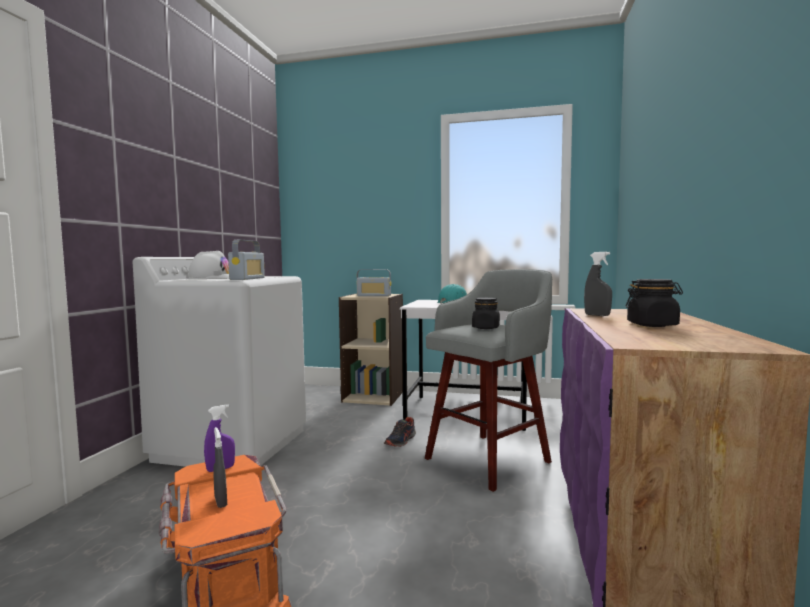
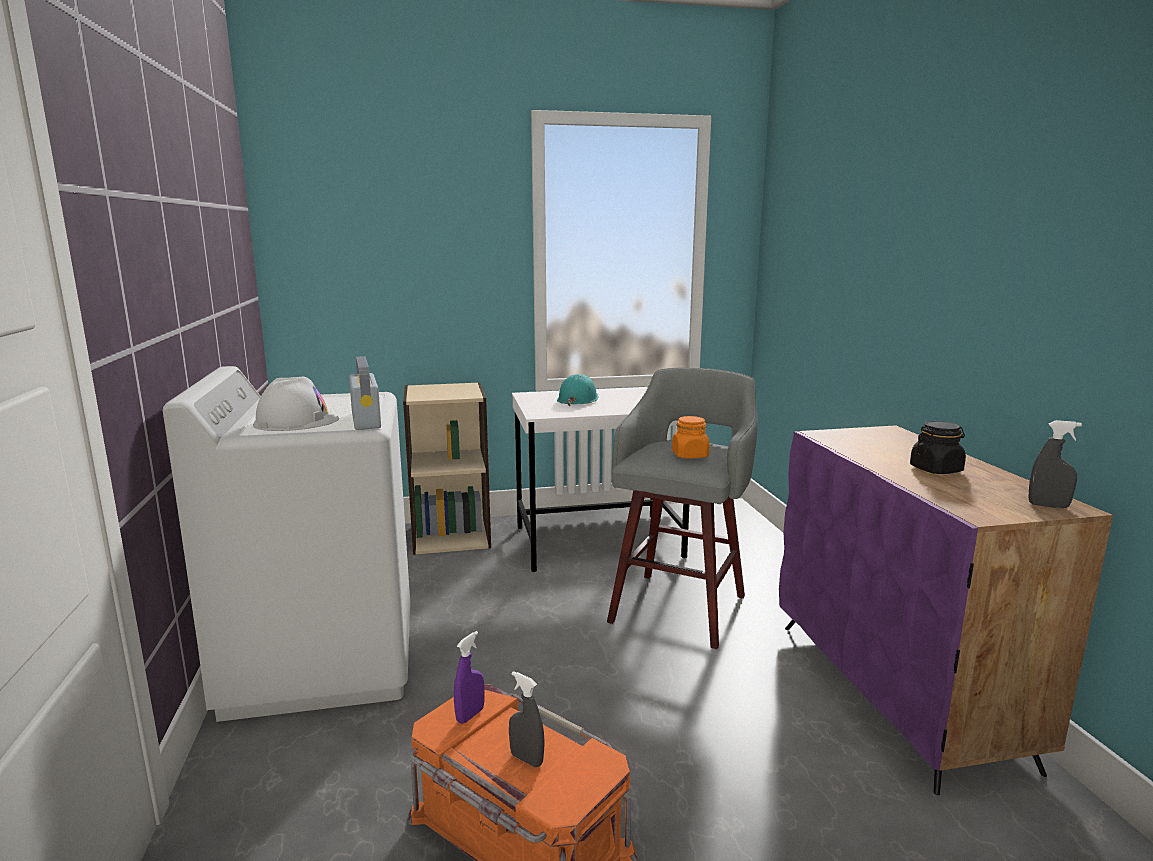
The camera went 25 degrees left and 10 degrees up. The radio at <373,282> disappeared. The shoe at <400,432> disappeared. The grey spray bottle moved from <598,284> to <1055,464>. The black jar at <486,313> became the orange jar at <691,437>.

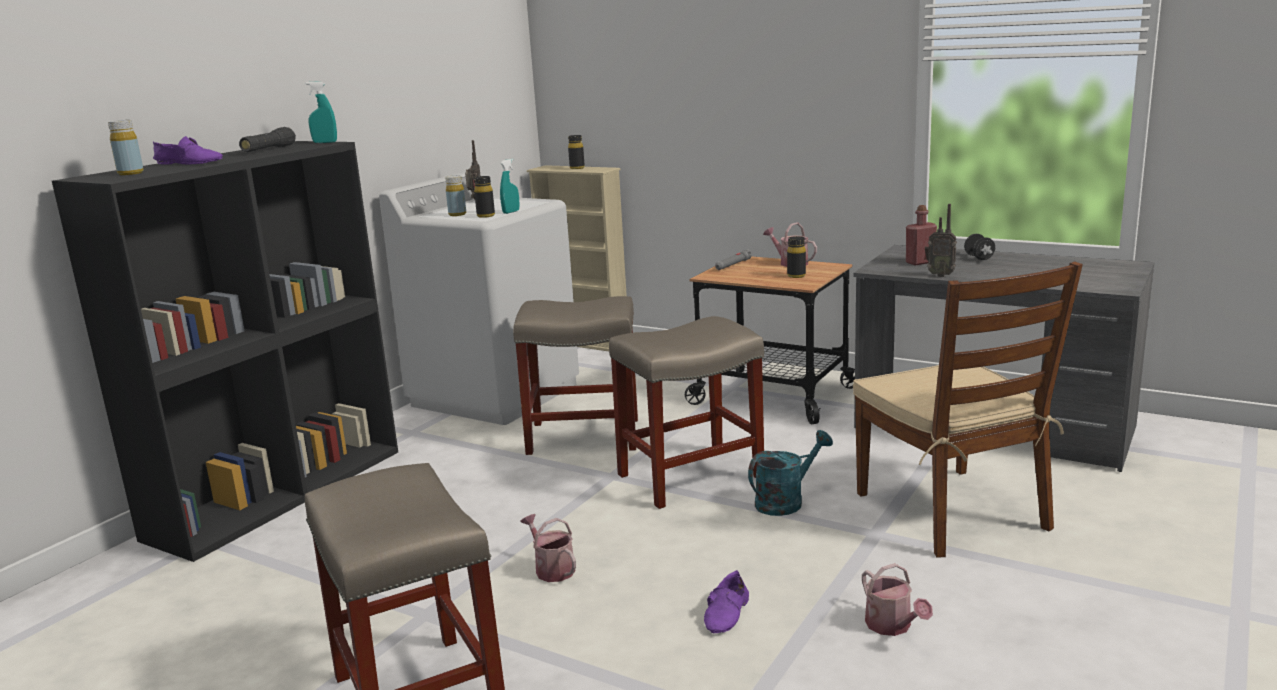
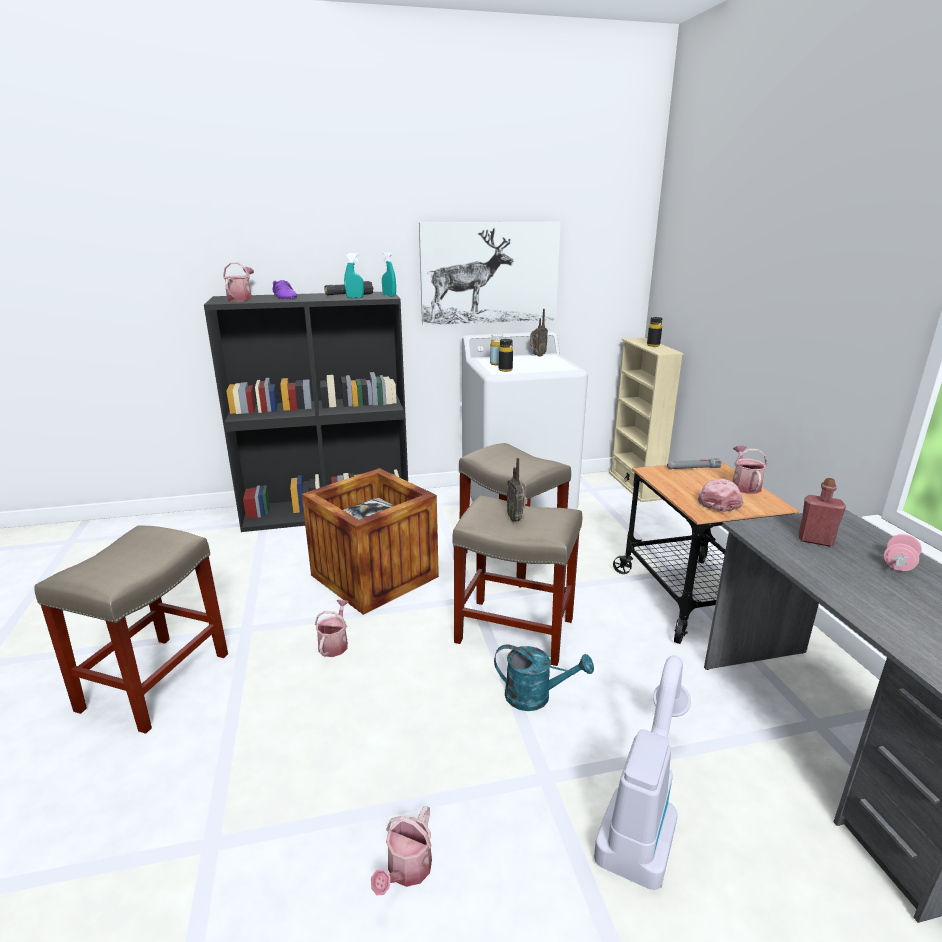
The camera went 45 degrees right and 5 degrees up. The purple shoe at <726,601> disappeared. The crate at <370,541> appeared. The picture at <490,273> appeared. The turquoise spray bottle moved from <510,186> to <354,275>. The radio moved from <940,240> to <517,490>. The yellow bottle at <126,147> was replaced by the watering can at <238,281>. The black bottle at <796,257> was replaced by the pink cap at <721,495>. The brown chair at <968,409> was replaced by the vacuum cleaner at <642,773>. The black dumbbell at <979,247> became the pink dumbbell at <903,552>.

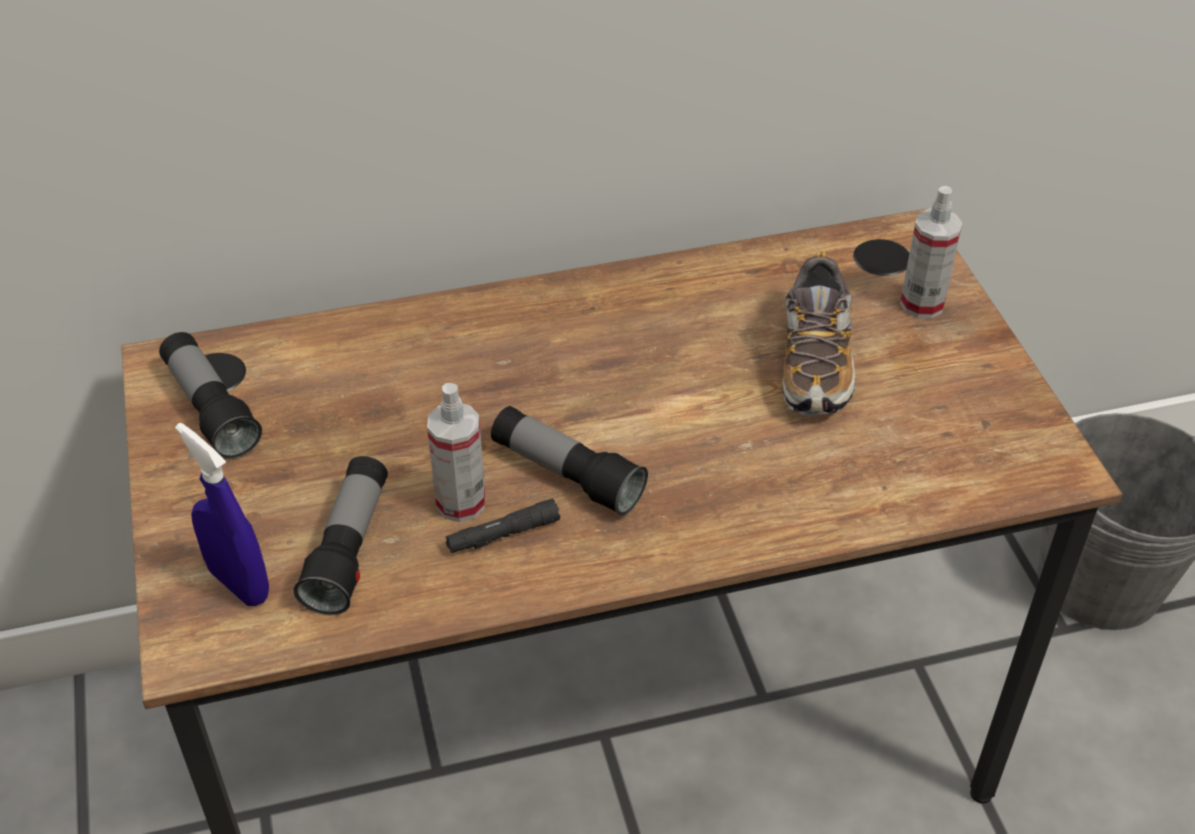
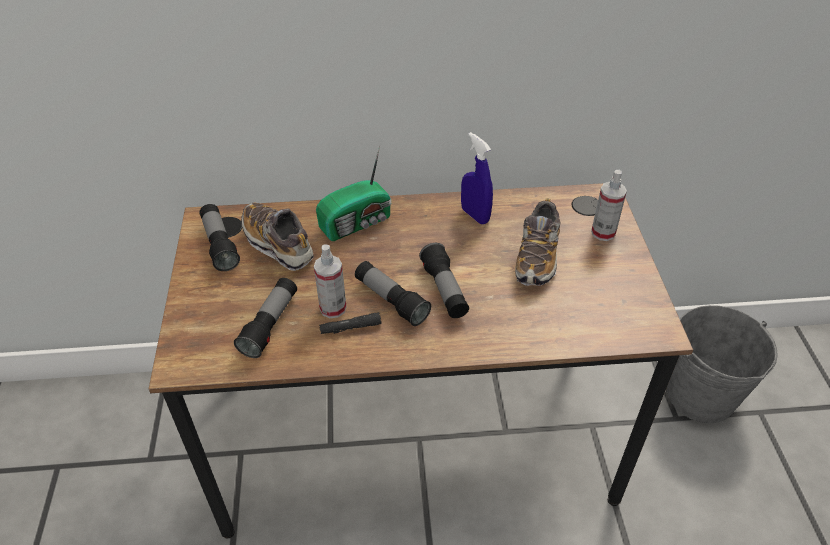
The camera went 10 degrees right and 0 degrees up. The shoe at <277,237> appeared. The radio at <354,193> appeared. The flashlight at <444,280> appeared. The blue spray bottle moved from <222,514> to <477,178>.

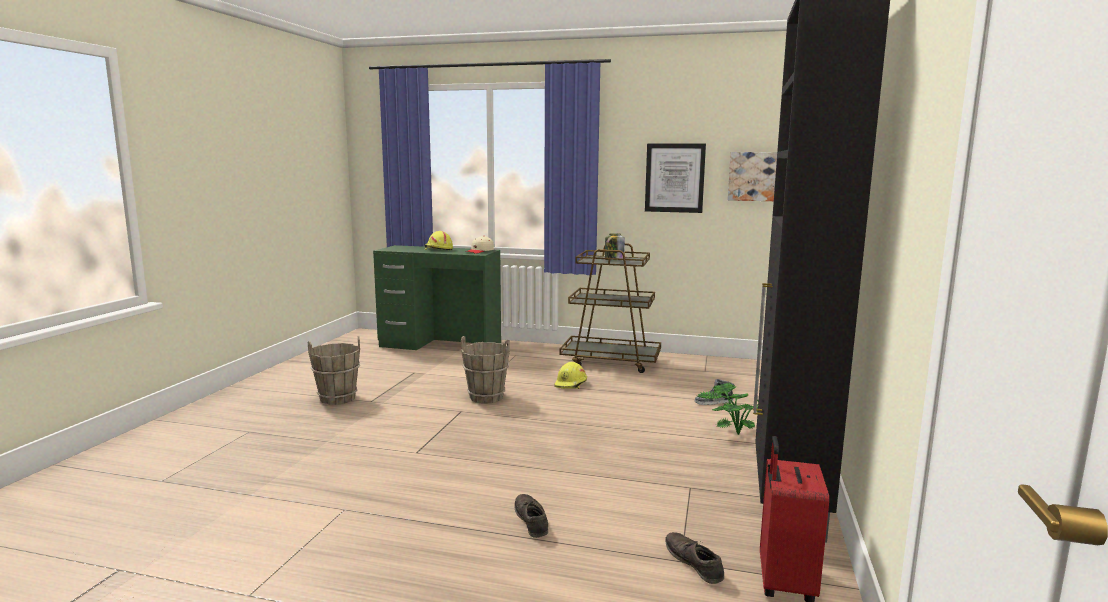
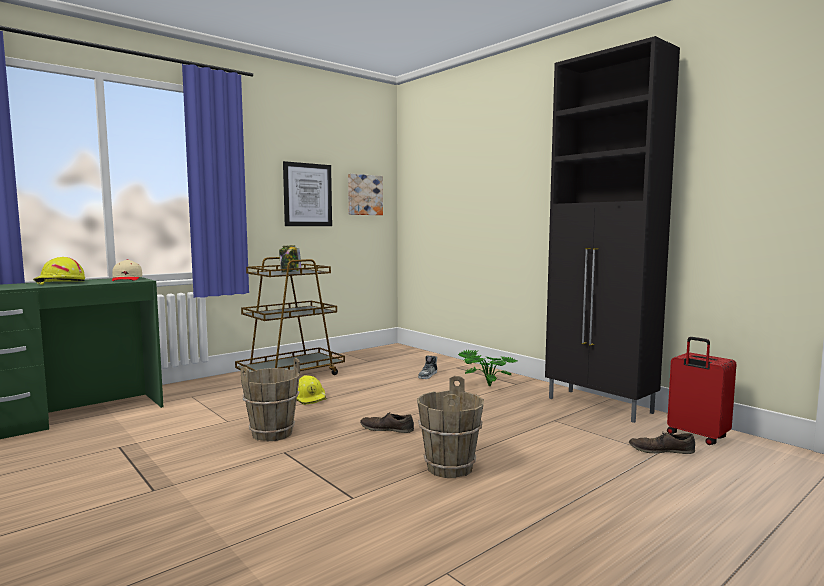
The camera went 55 degrees left and 5 degrees down. The brown bucket moved from <334,370> to <450,427>. The brown shoe moved from <531,516> to <387,423>.

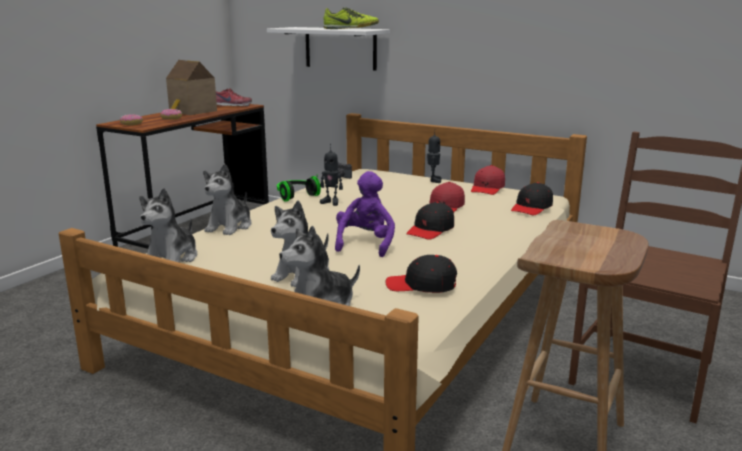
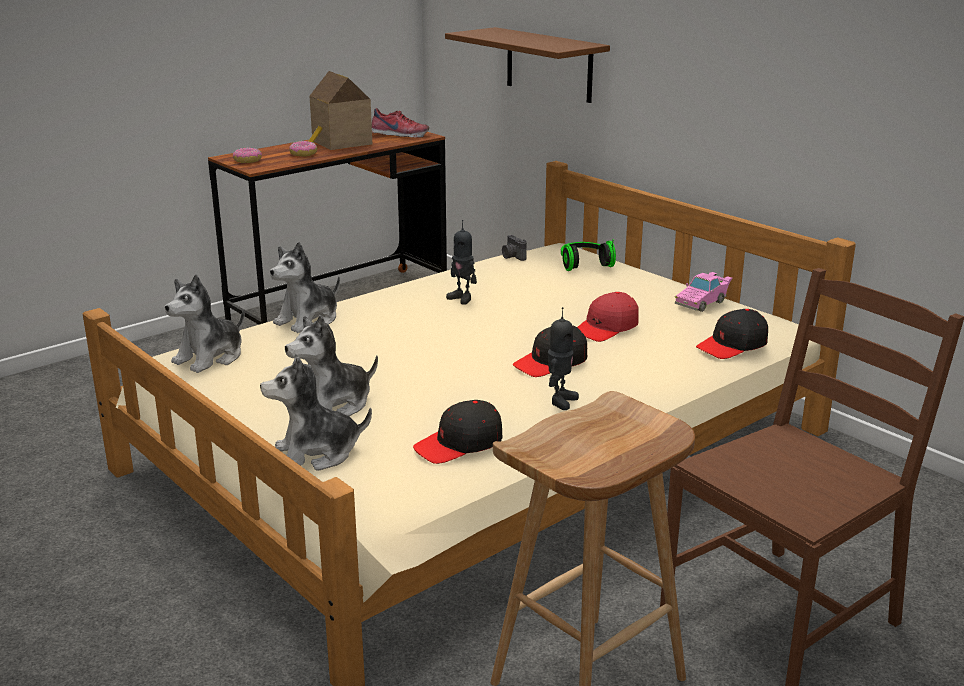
The camera went 20 degrees right and 5 degrees up. The shoe at <351,18> disappeared. The purple plush toy at <365,214> disappeared. The headphones moved from <299,189> to <588,255>. The toy robot moved from <434,156> to <563,358>. The red cap at <488,180> was replaced by the pink toy car at <703,292>. The white shelf at <328,49> became the brown shelf at <527,65>. The black cap at <421,274> turned 60 degrees counterclockwise.

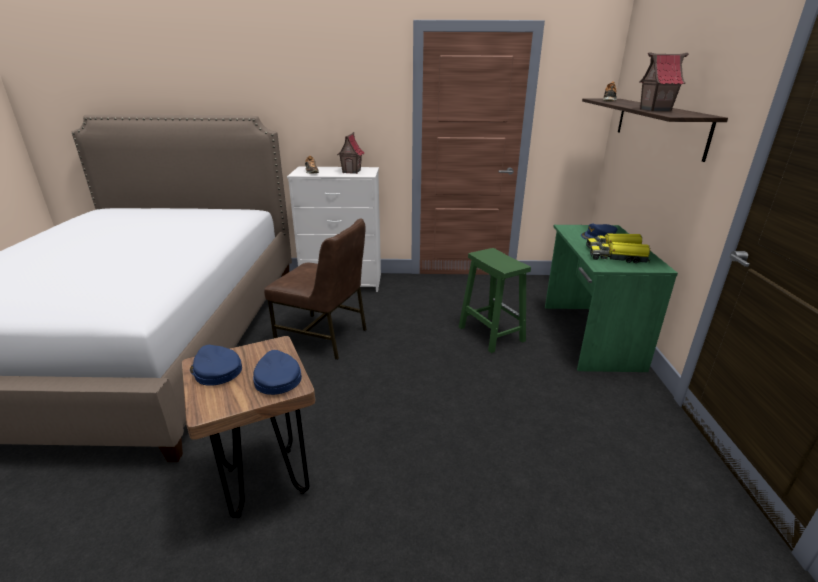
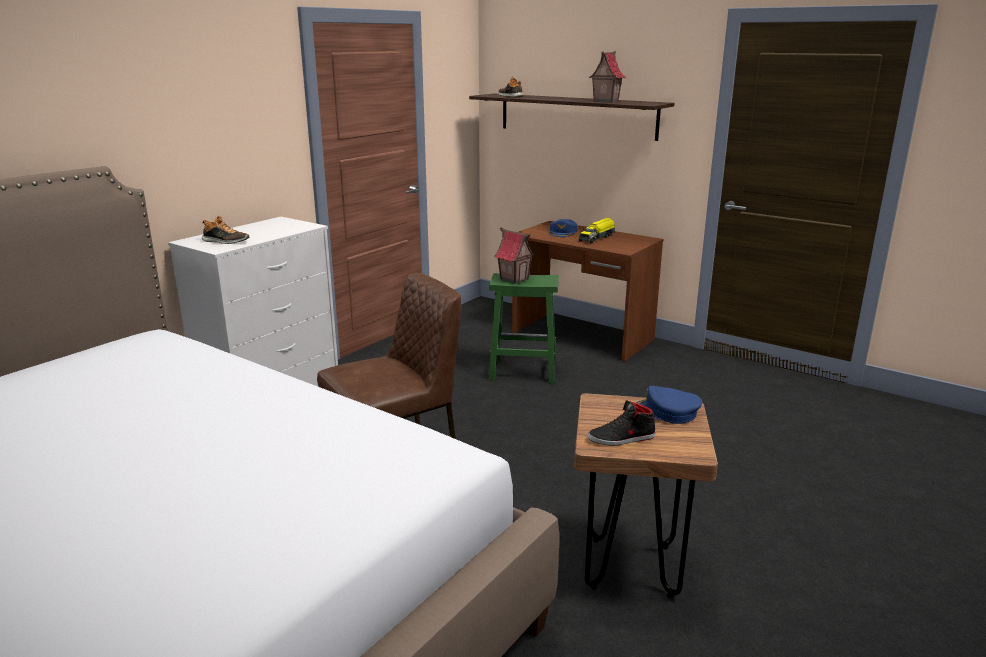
The camera went 55 degrees left and 5 degrees down. The toy truck at <620,252> disappeared. The toy house moved from <351,153> to <514,255>. The blue cap at <216,365> was replaced by the black shoe at <622,423>. The green desk at <611,298> became the brown desk at <587,291>.

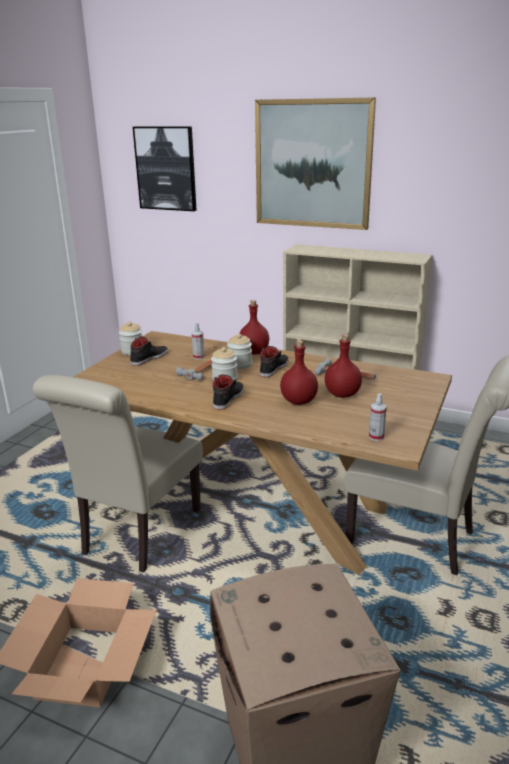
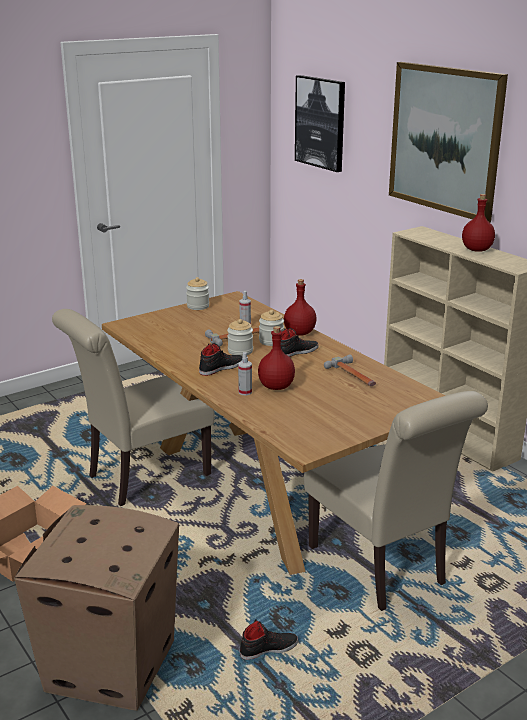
The camera went 30 degrees right and 0 degrees up. The black shoe moved from <149,351> to <268,639>. The red bottle moved from <343,366> to <478,223>. The spray bottle moved from <378,417> to <245,373>.

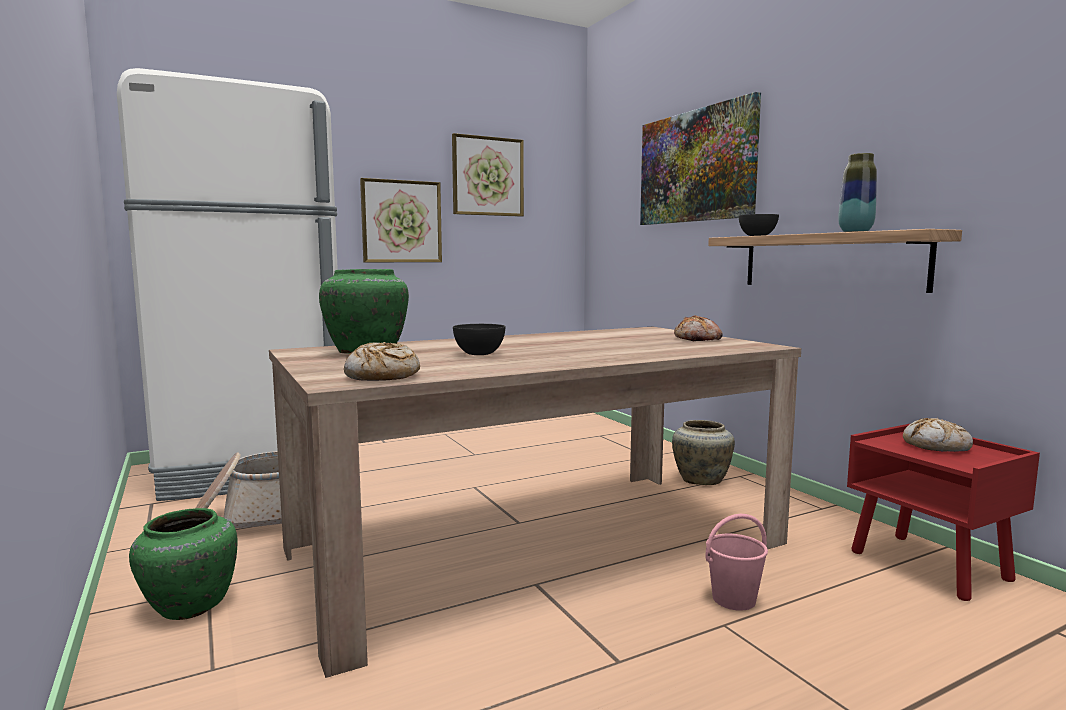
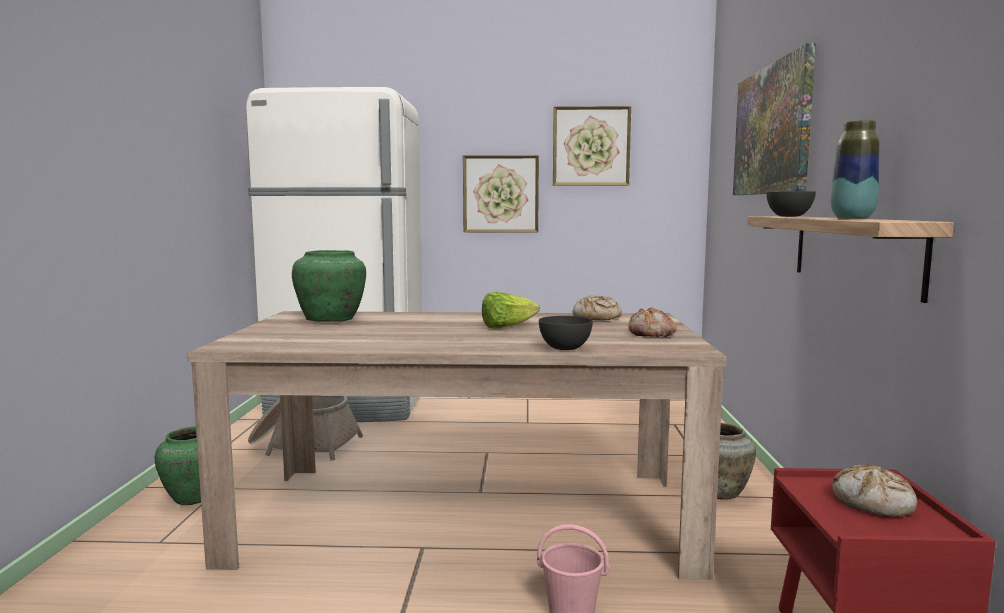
The camera went 30 degrees right and 0 degrees up. The lettuce at <511,310> appeared. The bread moved from <382,361> to <597,308>. The grey bowl moved from <479,339> to <566,333>.

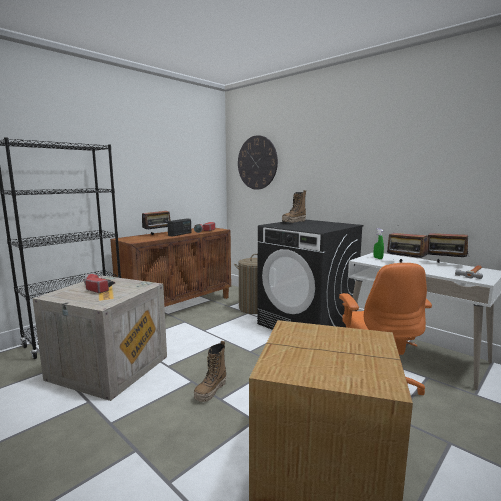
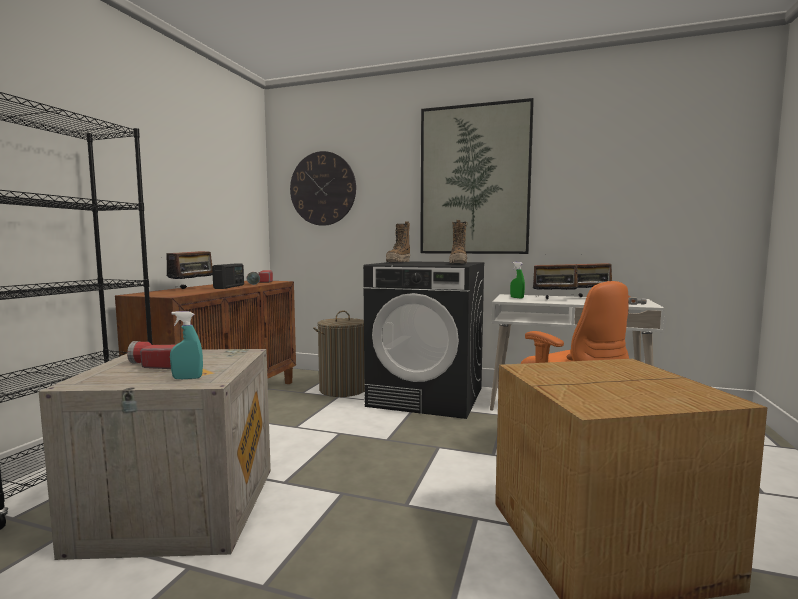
The camera went 25 degrees left and 5 degrees down. The turquoise spray bottle at <186,345> appeared. The picture at <477,176> appeared. The boot moved from <210,371> to <458,241>.

